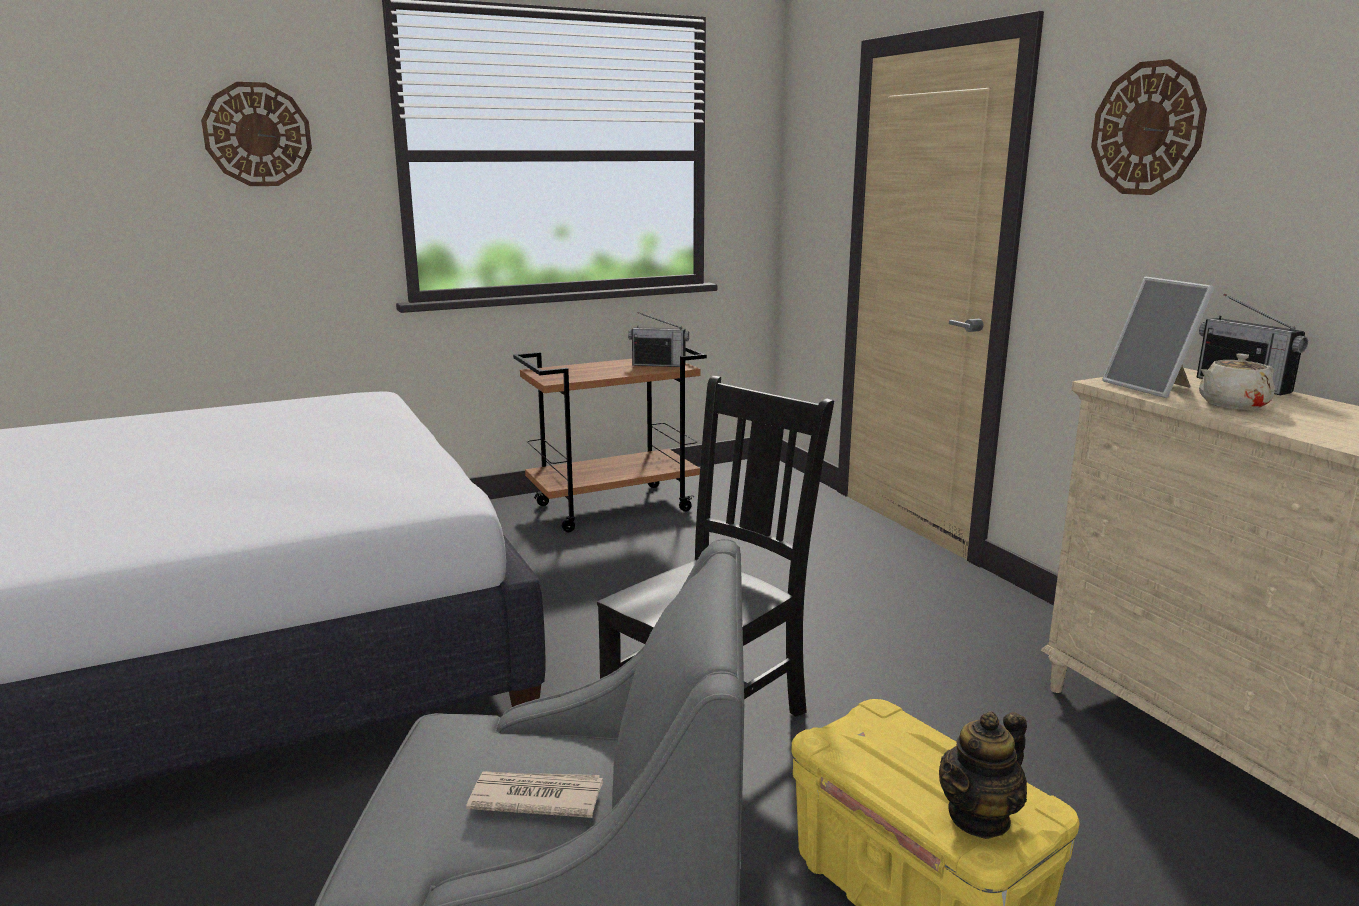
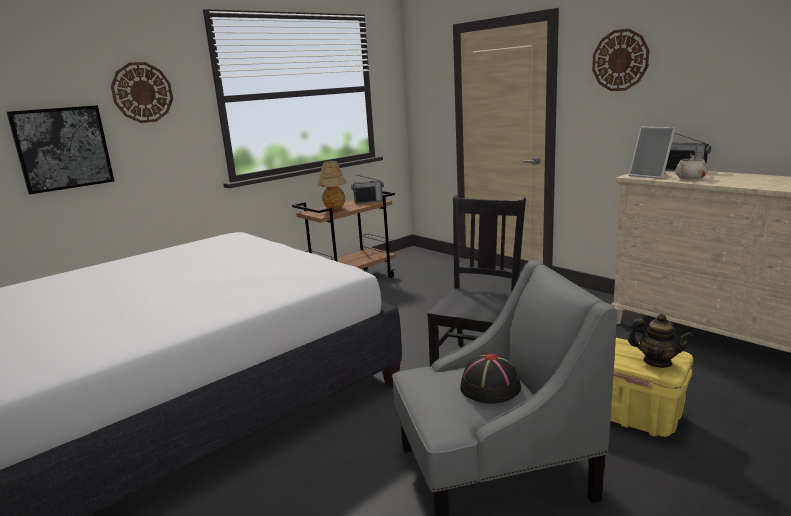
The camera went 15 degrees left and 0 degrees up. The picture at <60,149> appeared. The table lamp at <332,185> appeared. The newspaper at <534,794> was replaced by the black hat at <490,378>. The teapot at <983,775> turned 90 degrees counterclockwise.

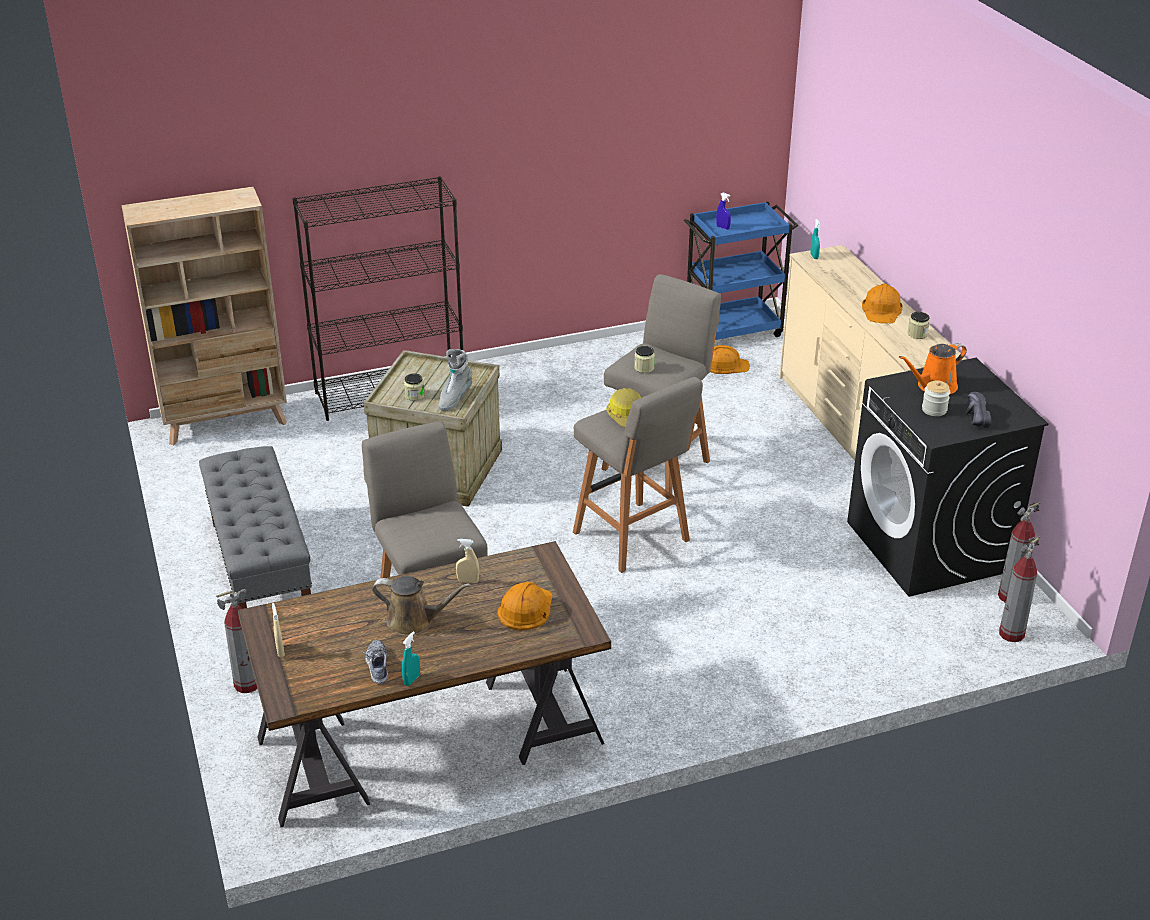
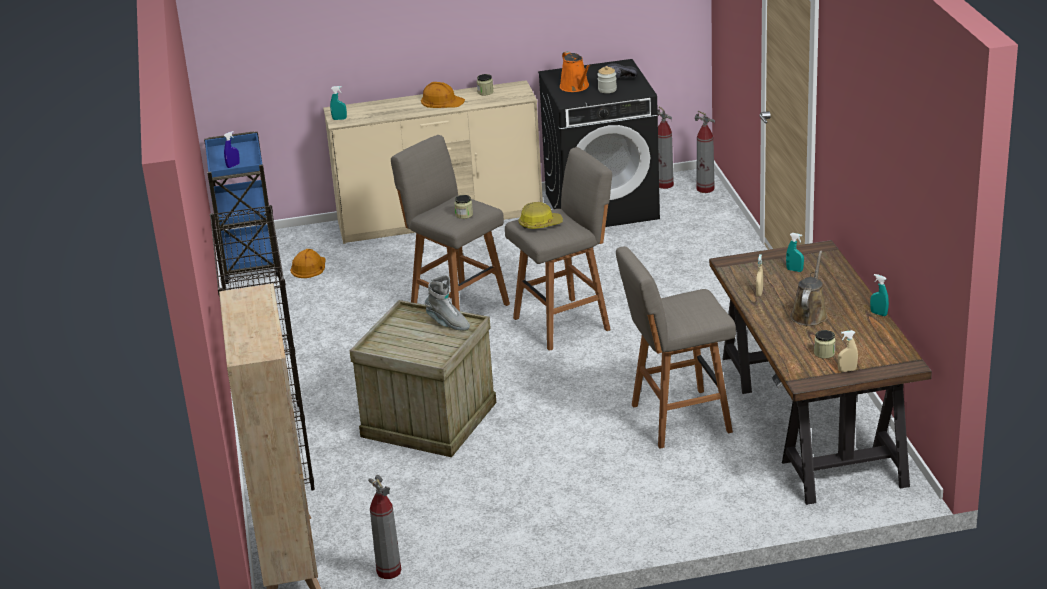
The camera went 80 degrees left and 5 degrees down. The grey bench at <255,527> disappeared. The shoe at <377,662> disappeared. The fire extinguisher moved from <237,641> to <384,527>. The jar moved from <414,387> to <825,344>. The orange hard hat at <525,605> was replaced by the turquoise spray bottle at <795,252>.

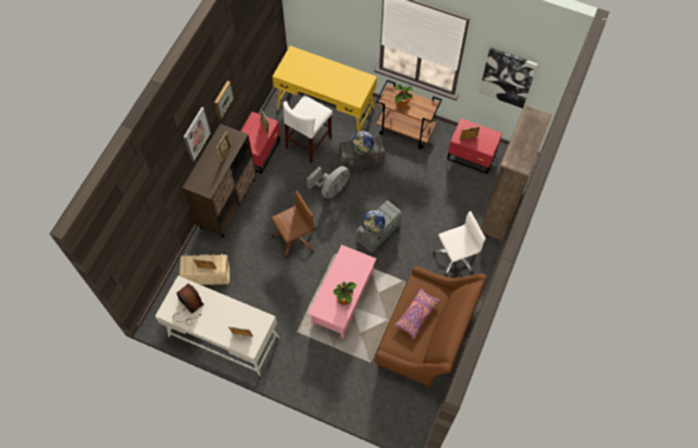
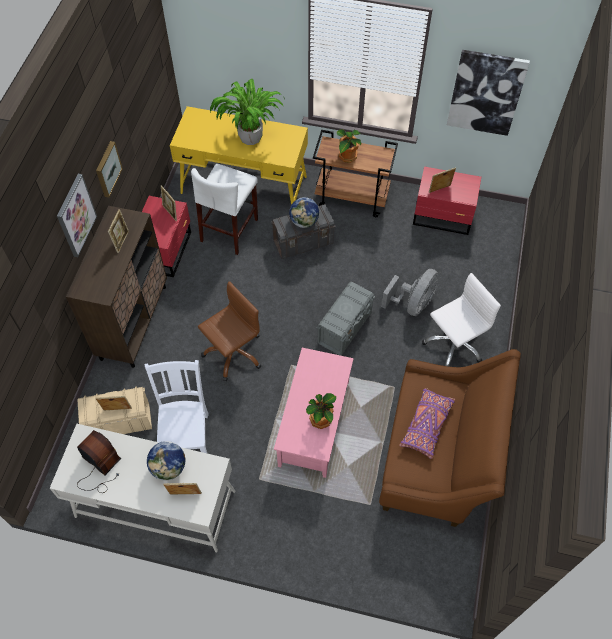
The camera went 10 degrees left and 5 degrees down. The brown bookcase at <516,174> disappeared. The white chair at <176,406> appeared. The potted plant at <247,112> appeared. The grey fan moved from <328,182> to <409,292>. The globe moved from <373,222> to <166,460>.

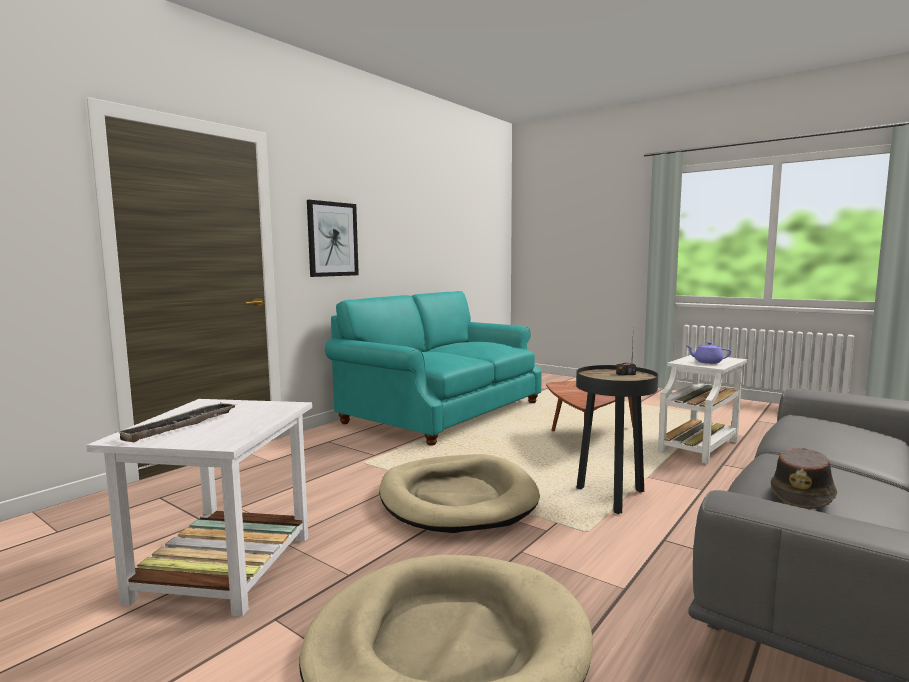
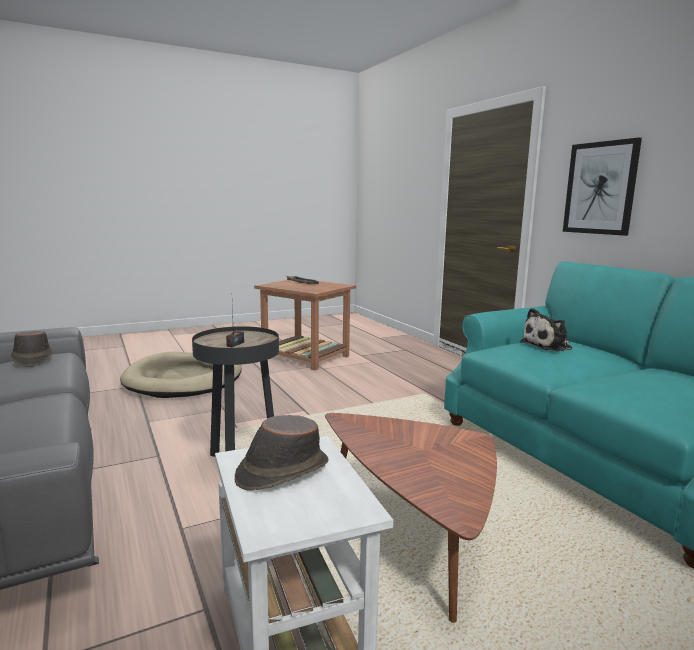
The camera went 115 degrees right and 5 degrees up. The beige dog bed at <459,493> disappeared. The plush toy at <546,330> appeared. The purple teapot at <708,353> was replaced by the brown hat at <281,453>. The white side table at <199,508> became the brown side table at <305,325>.

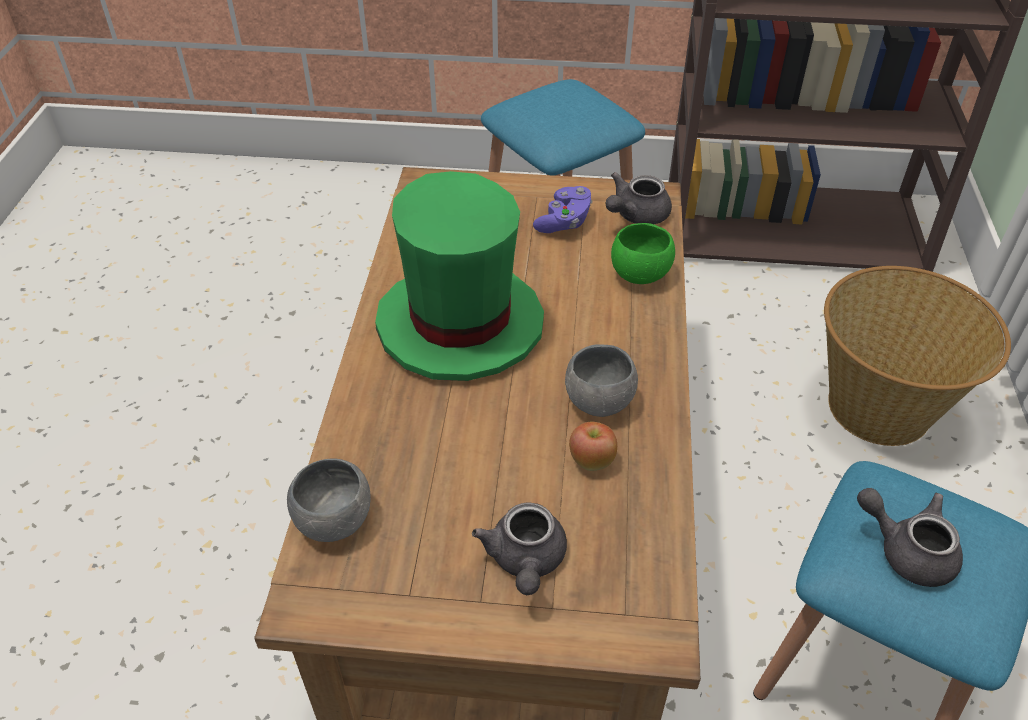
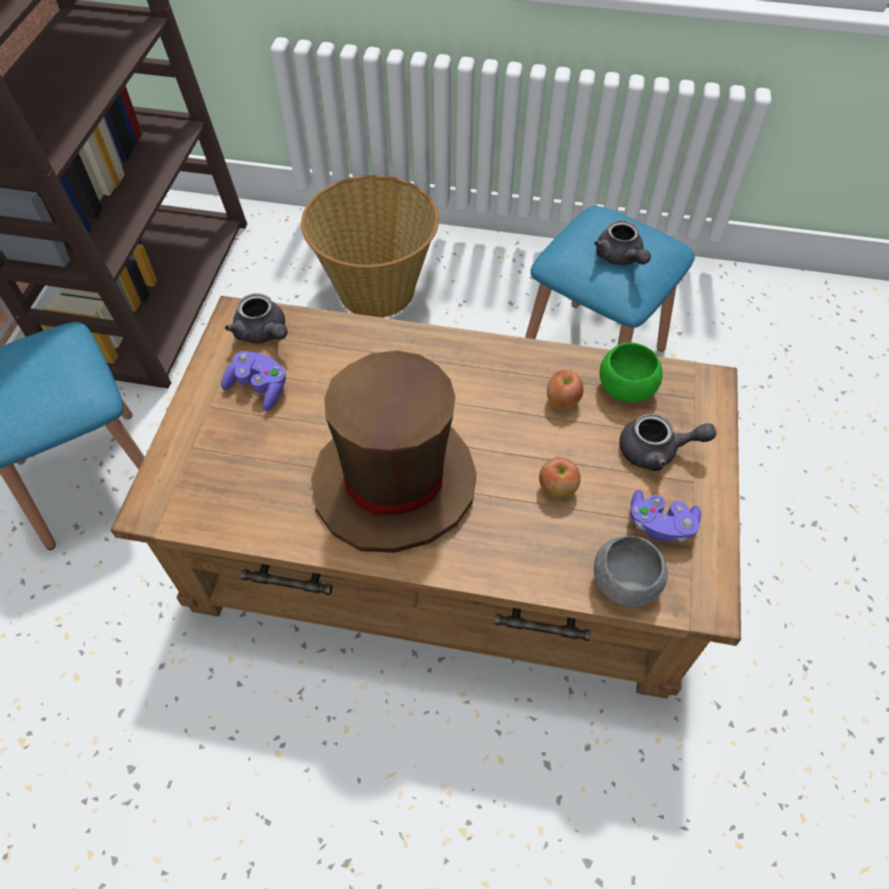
The camera went 85 degrees left and 10 degrees up. The grey bowl at <601,380> disappeared. The apple at <560,477> appeared. The purple game controller at <665,516> appeared. The green bowl moved from <643,253> to <631,372>. The green hat at <459,276> became the brown hat at <393,452>. The grey teapot at <910,537> turned 60 degrees counterclockwise.

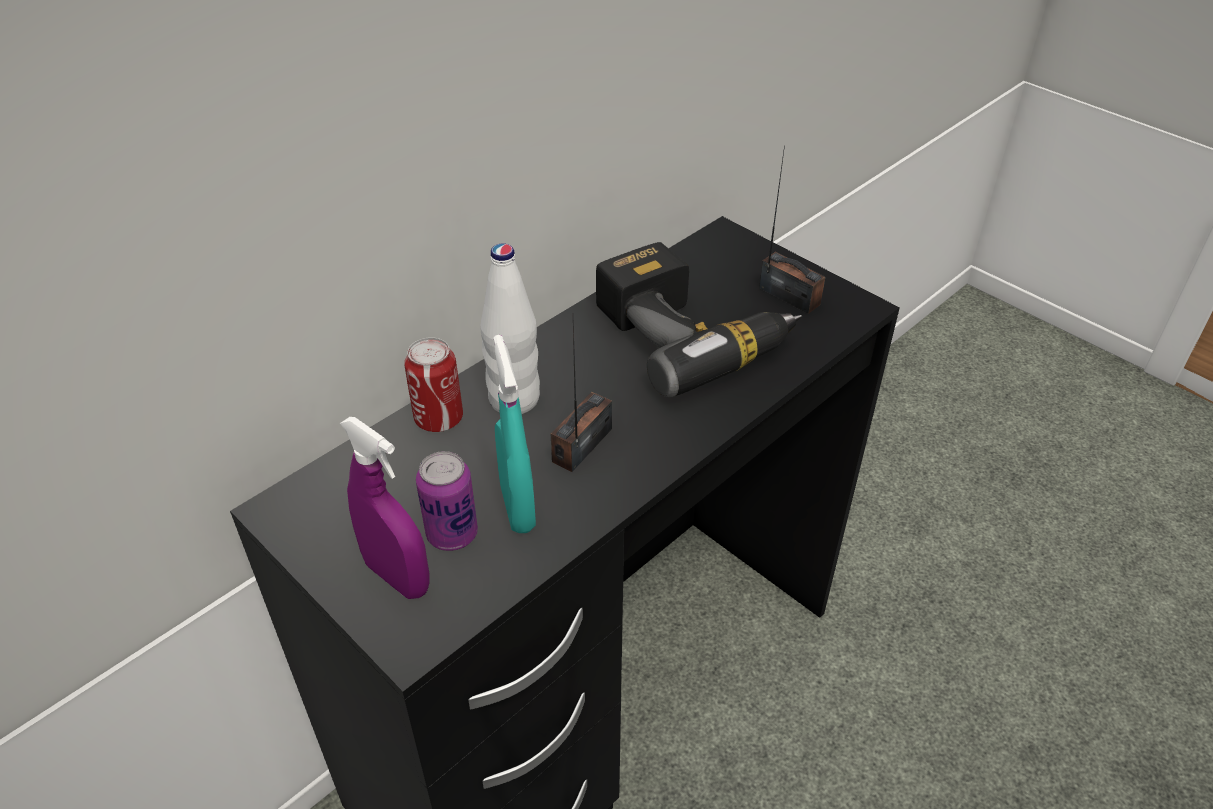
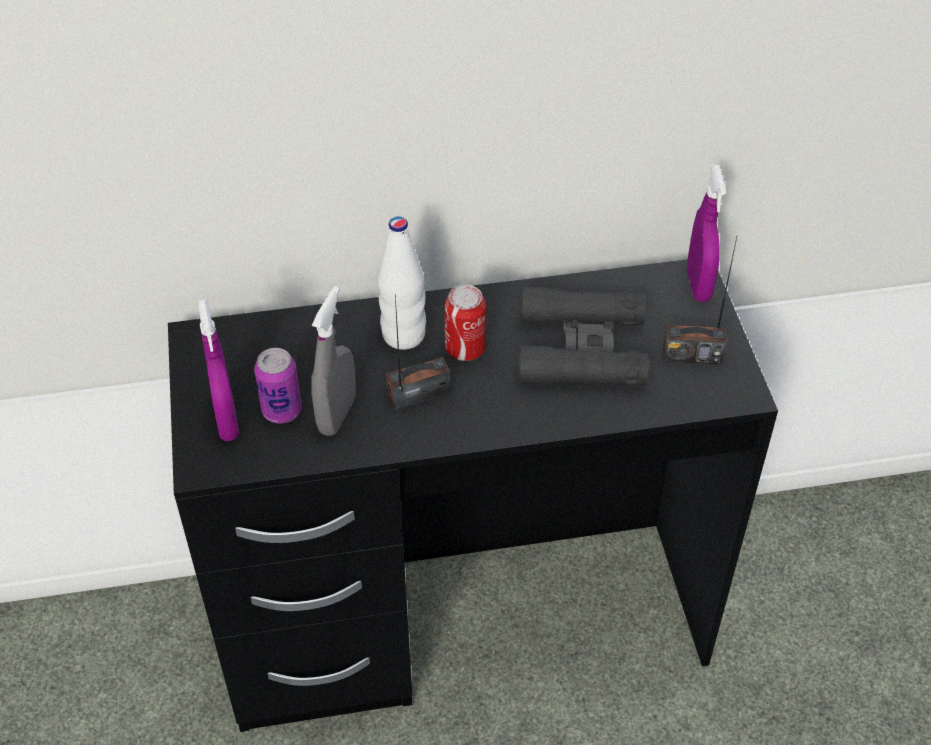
The camera went 35 degrees right and 5 degrees up. The purple spray bottle at <706,233> appeared. The can moved from <434,384> to <465,323>. The power drill at <699,319> was replaced by the black binoculars at <583,336>. The turquoise spray bottle at <515,434> became the grey spray bottle at <334,361>. The radio at <792,229> turned 105 degrees clockwise.

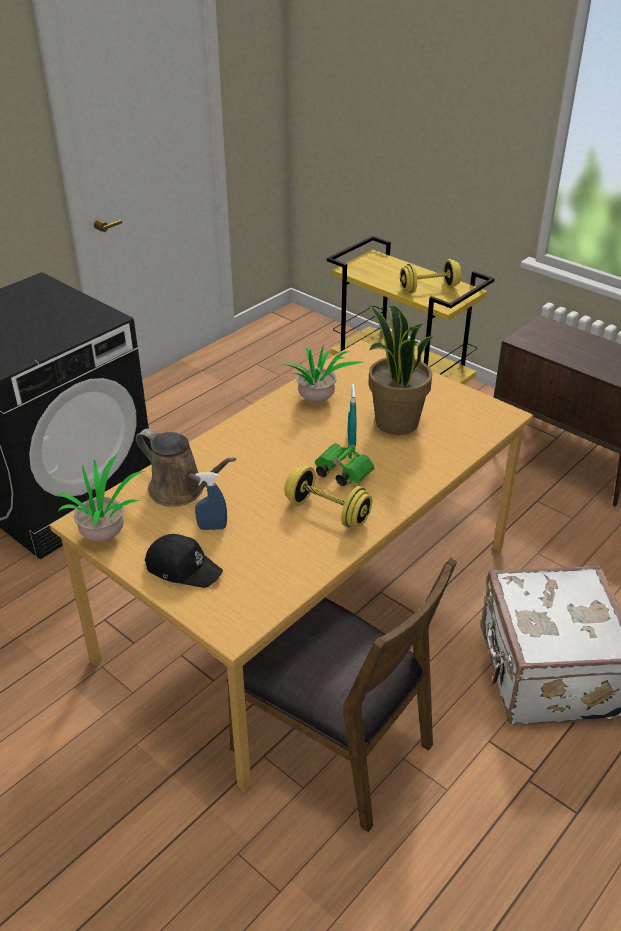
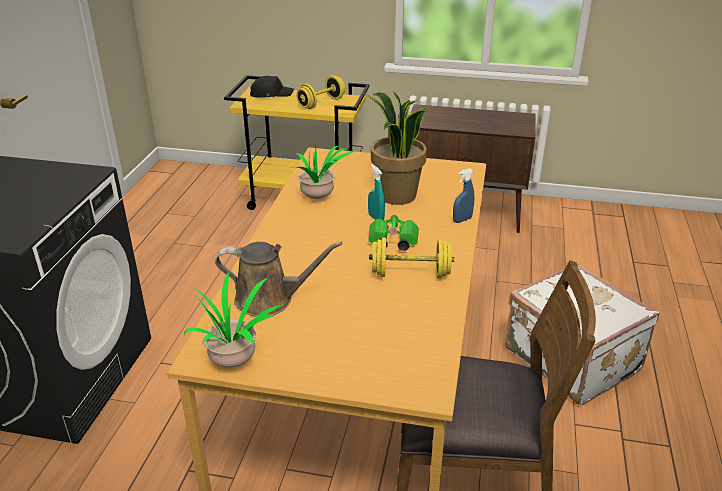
The camera went 30 degrees left and 5 degrees down. The black cap moved from <184,561> to <272,87>. The blue spray bottle moved from <211,501> to <463,195>.

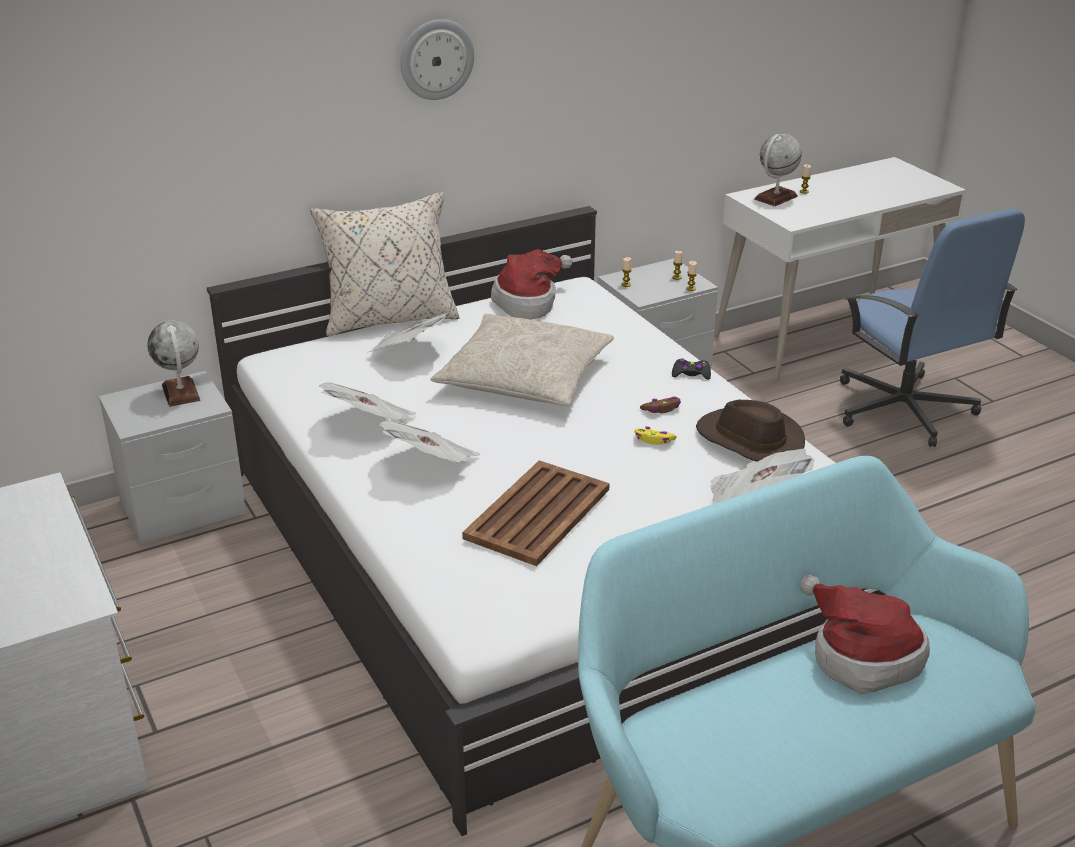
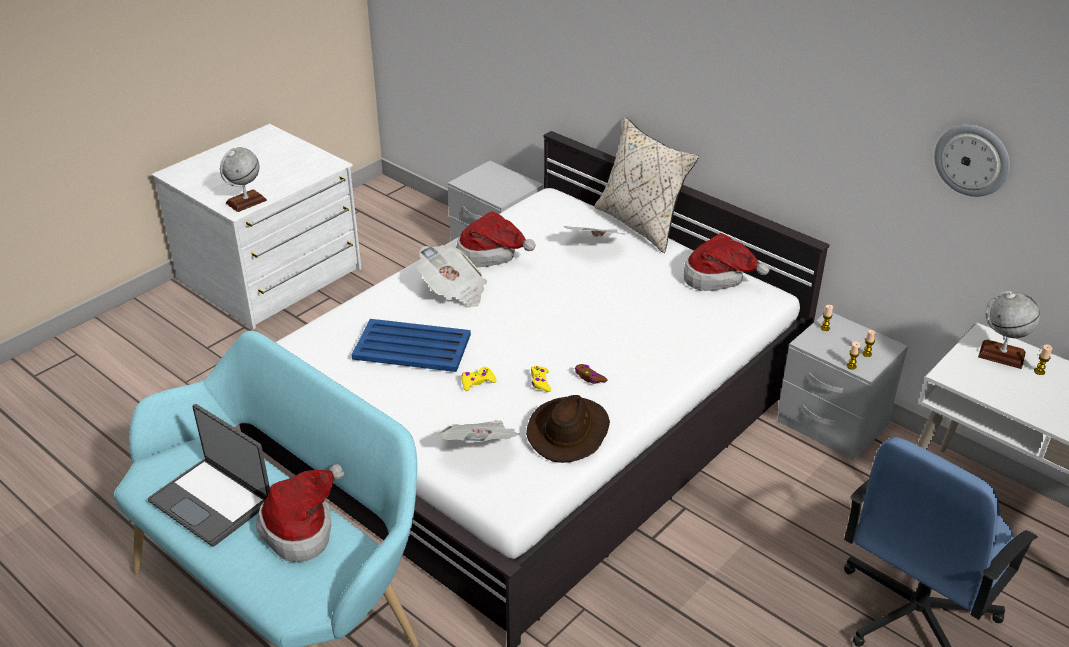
The camera went 70 degrees right and 5 degrees up. The beige pillow at <522,360> disappeared. The black game controller at <691,369> disappeared. The laptop at <209,475> appeared. The yellow game controller at <479,379> appeared. The globe moved from <173,364> to <243,179>. The wall clock moved from <437,59> to <972,161>. The newspaper at <368,401> was replaced by the hat at <496,239>. The brown tray at <536,513> became the blue tray at <411,345>.

